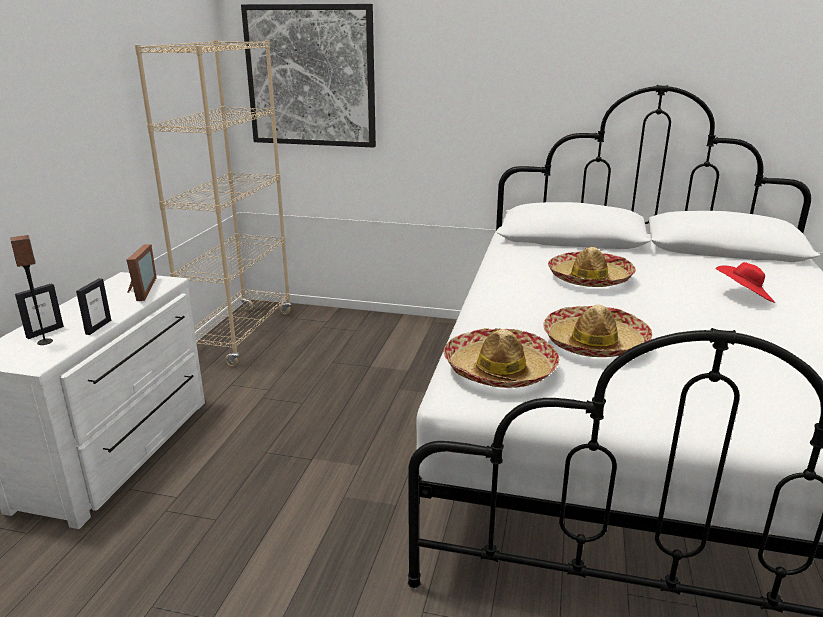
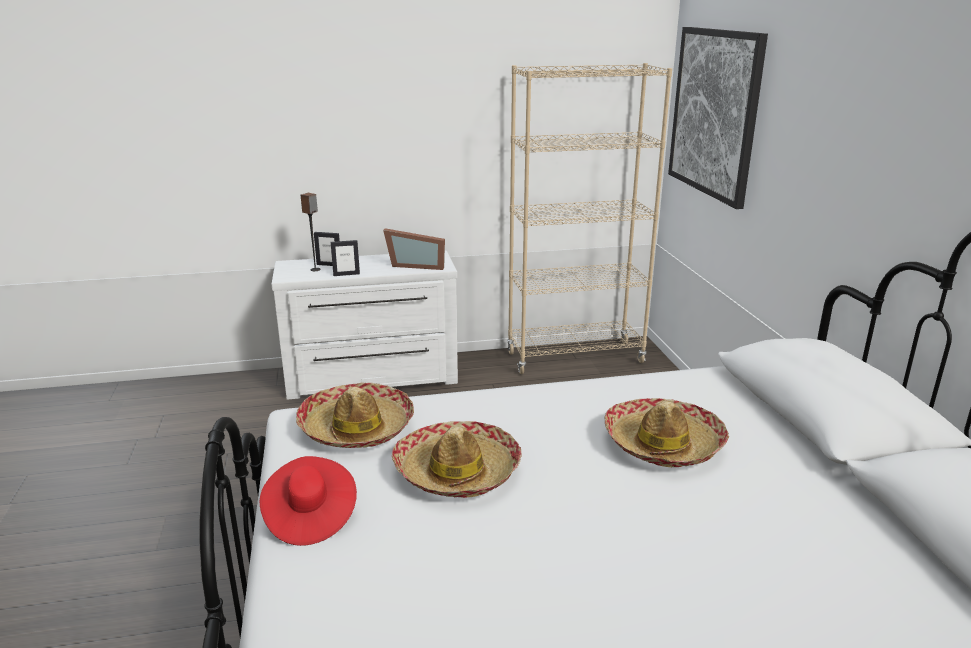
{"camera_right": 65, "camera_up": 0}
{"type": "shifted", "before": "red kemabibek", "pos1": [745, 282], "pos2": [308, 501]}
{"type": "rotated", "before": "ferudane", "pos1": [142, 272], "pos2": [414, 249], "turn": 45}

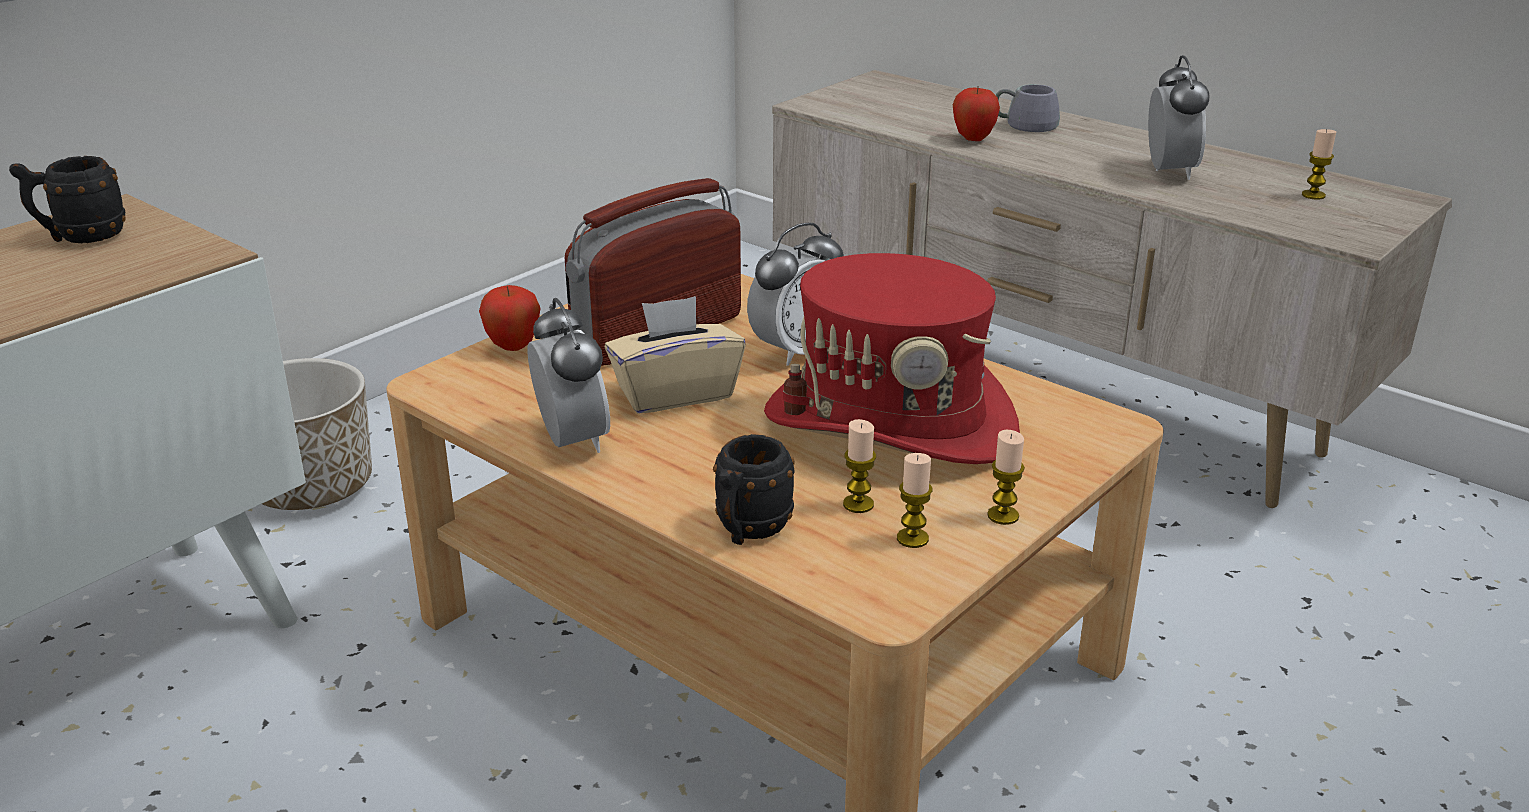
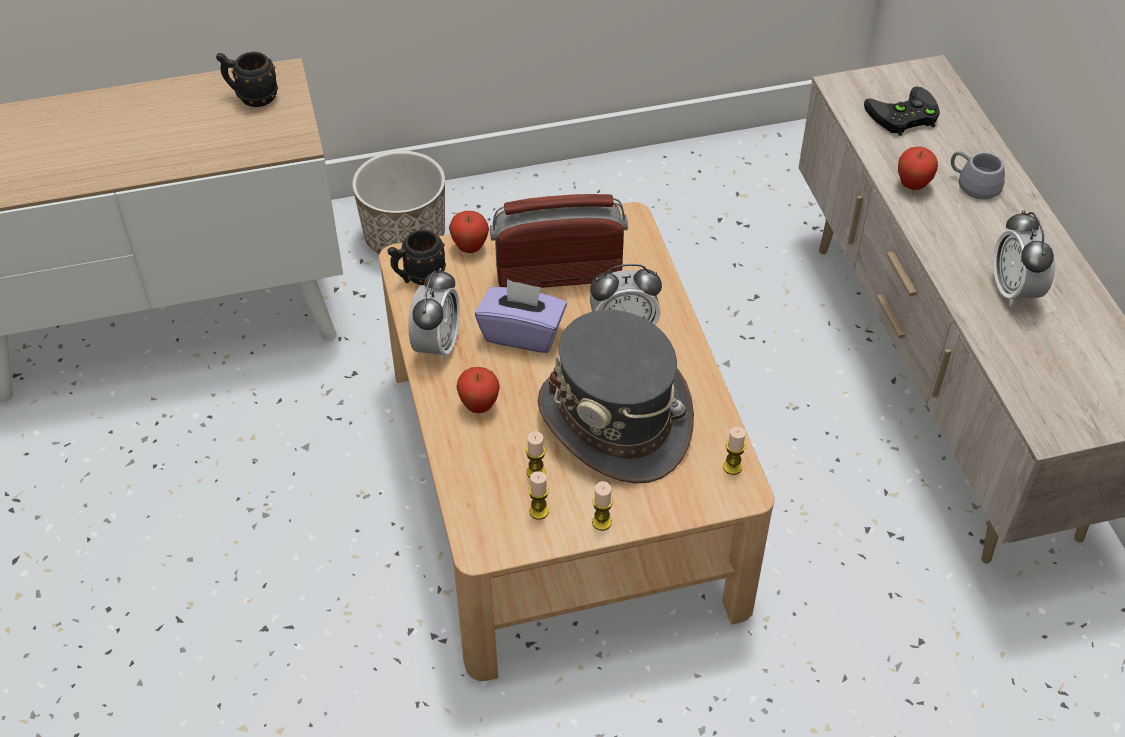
{"camera_right": 35, "camera_up": 20}
{"type": "shifted", "before": "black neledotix", "pos1": [754, 489], "pos2": [417, 257]}
{"type": "new", "after": "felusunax", "pos2": [478, 390]}
{"type": "repainted", "before": "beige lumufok", "after": "purple lumufok", "pos1": [675, 355], "pos2": [521, 316]}
{"type": "repainted", "before": "red kemabibek", "after": "grey kemabibek", "pos1": [892, 358], "pos2": [616, 396]}
{"type": "shifted", "before": "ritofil", "pos1": [1319, 164], "pos2": [734, 451]}
{"type": "new", "after": "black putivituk", "pos2": [902, 111]}
{"type": "rotated", "before": "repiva", "pos1": [1178, 117], "pos2": [1024, 258], "turn": 135}

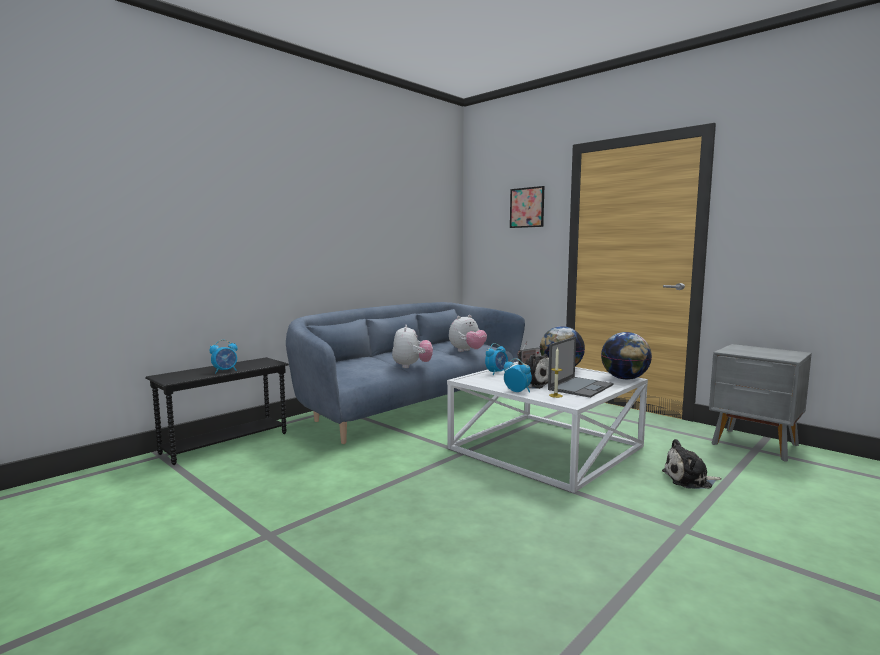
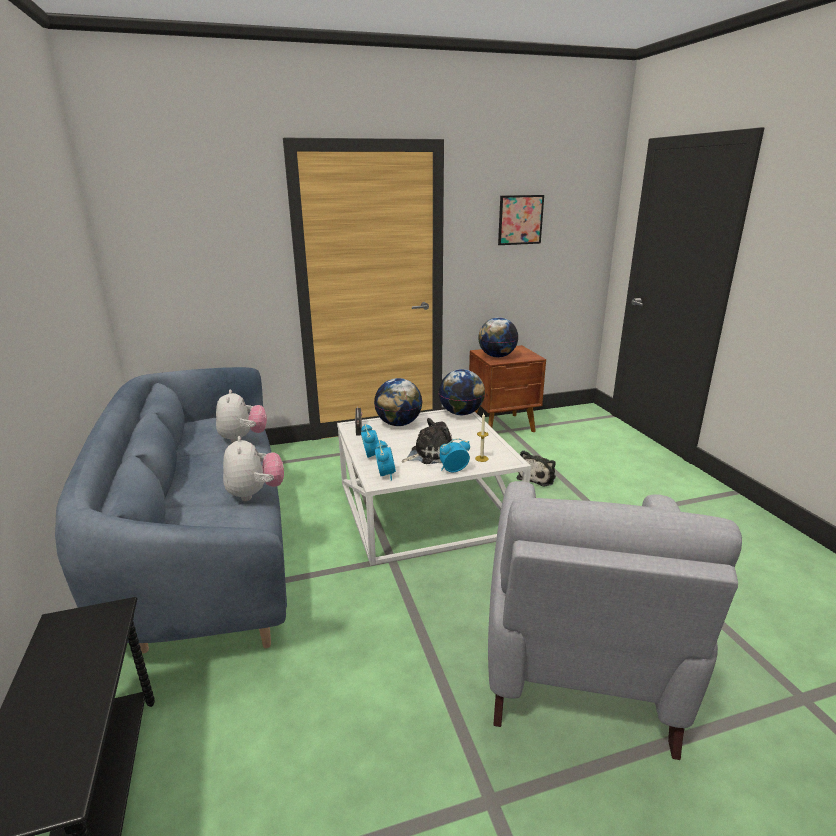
{"camera_right": -60, "camera_up": 15}
{"type": "rotated", "before": "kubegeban", "pos1": [412, 346], "pos2": [253, 468], "turn": 45}
{"type": "shifted", "before": "repiva", "pos1": [223, 356], "pos2": [385, 460]}
{"type": "repainted", "before": "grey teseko", "after": "brown teseko", "pos1": [760, 402], "pos2": [507, 388]}
{"type": "new", "after": "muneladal", "pos2": [498, 337]}
{"type": "new", "after": "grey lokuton", "pos2": [615, 620]}
{"type": "shifted", "before": "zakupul", "pos1": [527, 207], "pos2": [521, 220]}
{"type": "gone", "before": "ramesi", "pos1": [581, 367]}

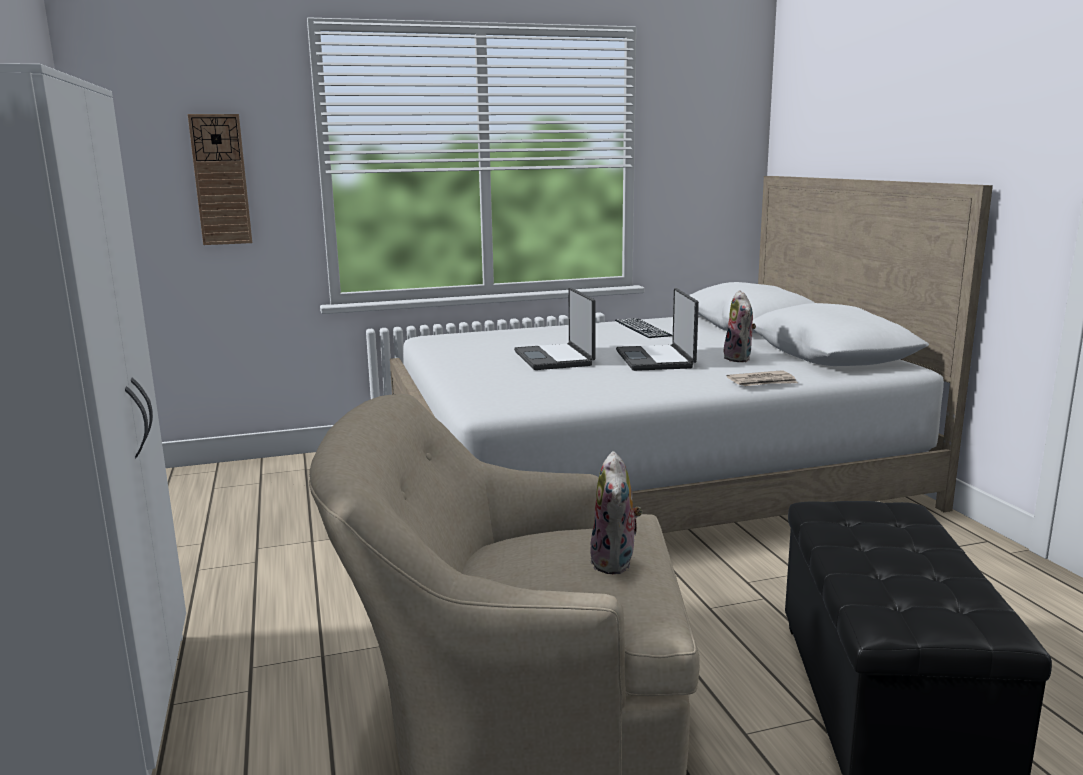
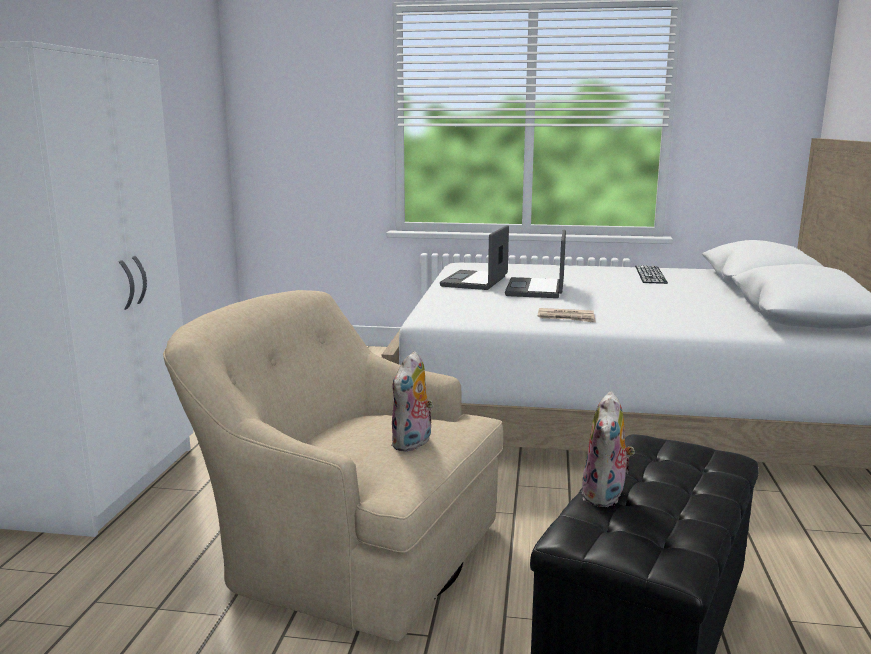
{"camera_right": 25, "camera_up": 0}
{"type": "shifted", "before": "ramesi", "pos1": [657, 329], "pos2": [474, 257]}
{"type": "shifted", "before": "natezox", "pos1": [762, 378], "pos2": [567, 315]}
{"type": "shifted", "before": "kubegeban", "pos1": [740, 326], "pos2": [608, 449]}
{"type": "gone", "before": "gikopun", "pos1": [220, 179]}

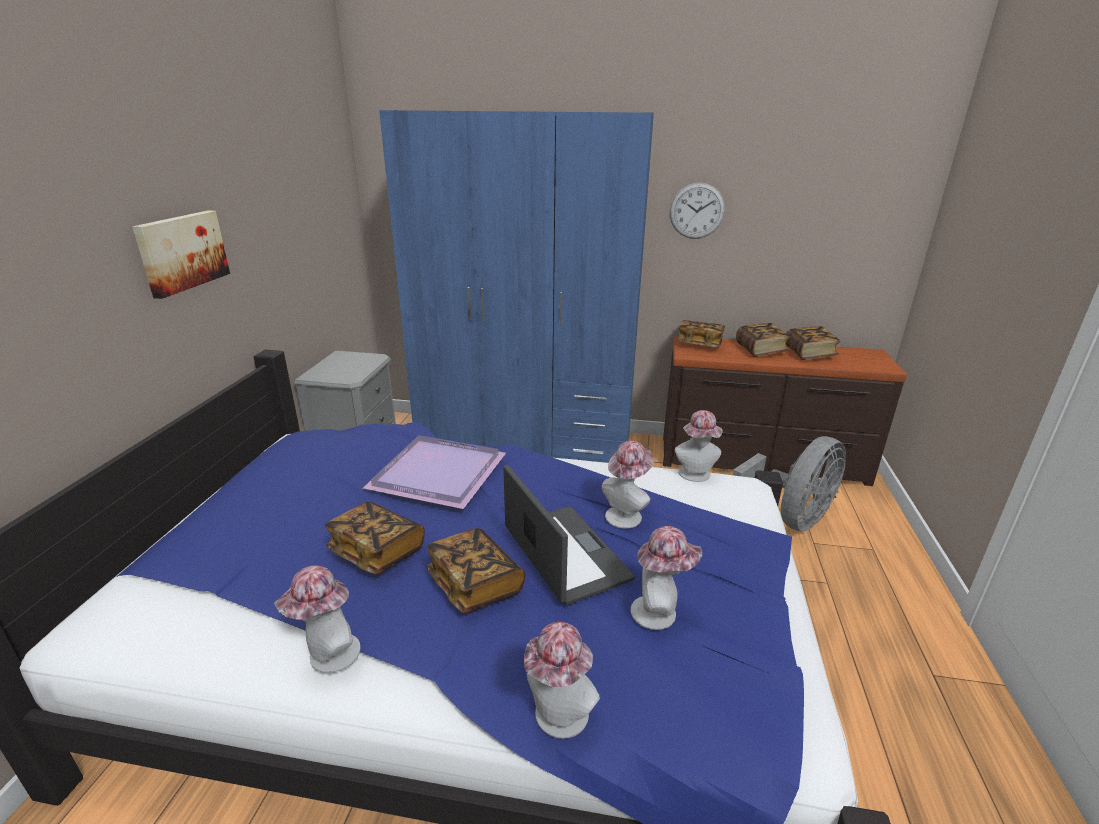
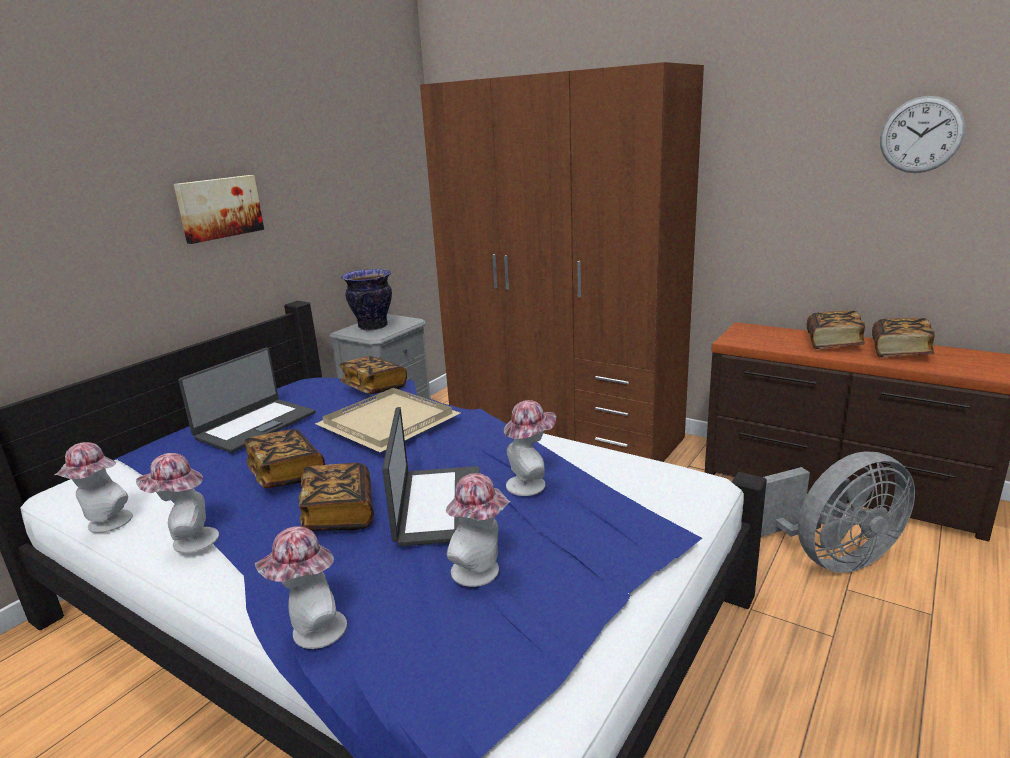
{"camera_right": 25, "camera_up": -5}
{"type": "shifted", "before": "kemabibek", "pos1": [698, 446], "pos2": [94, 487]}
{"type": "new", "after": "ramesi", "pos2": [246, 400]}
{"type": "repainted", "before": "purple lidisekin", "after": "beige lidisekin", "pos1": [434, 472], "pos2": [387, 420]}
{"type": "shifted", "before": "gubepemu", "pos1": [701, 334], "pos2": [373, 375]}
{"type": "new", "after": "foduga", "pos2": [366, 299]}
{"type": "repainted", "before": "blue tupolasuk", "after": "brown tupolasuk", "pos1": [516, 286], "pos2": [562, 262]}
{"type": "shifted", "before": "gikopun", "pos1": [697, 210], "pos2": [922, 134]}

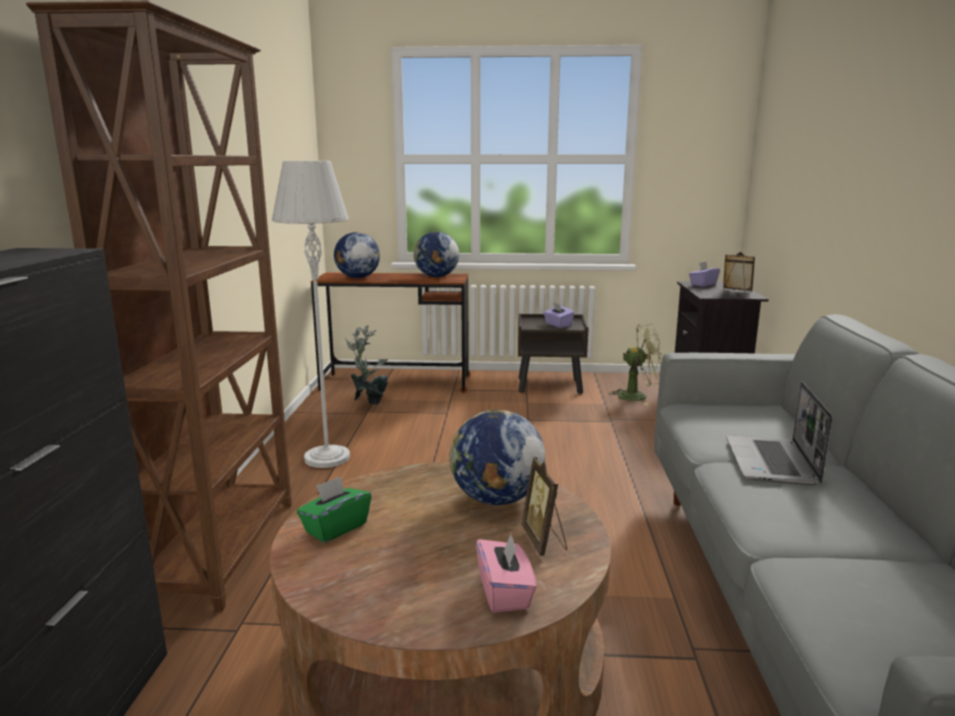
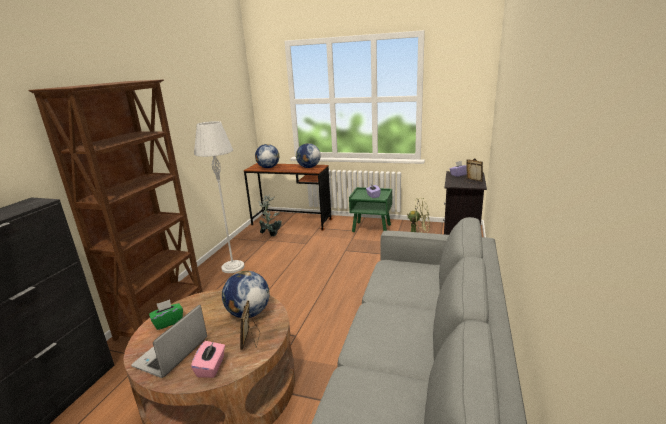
{"camera_right": 15, "camera_up": 5}
{"type": "shifted", "before": "ramesi", "pos1": [779, 433], "pos2": [169, 341]}
{"type": "repainted", "before": "brown teseko", "after": "green teseko", "pos1": [553, 354], "pos2": [370, 209]}

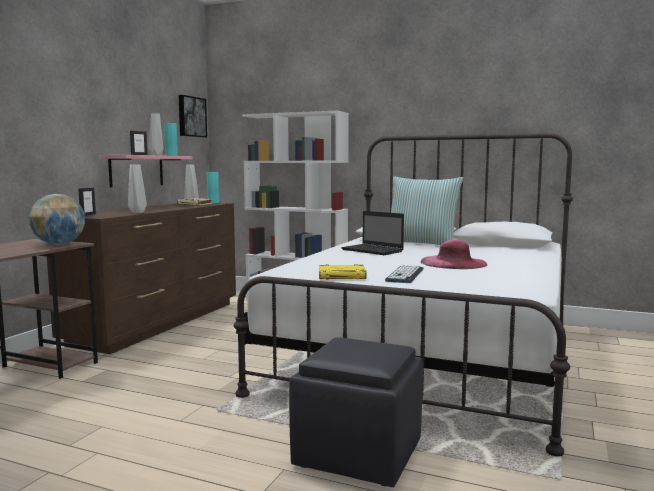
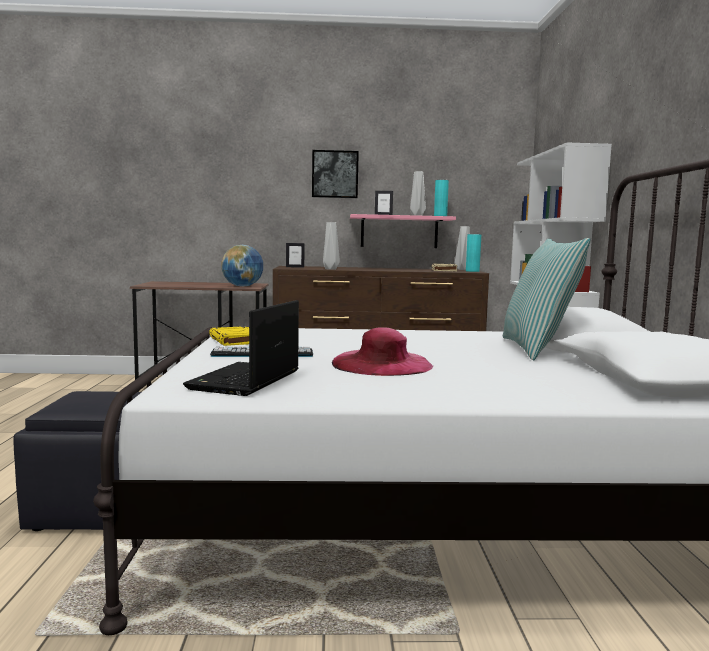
{"camera_right": 65, "camera_up": 0}
{"type": "shifted", "before": "ramesi", "pos1": [372, 233], "pos2": [241, 348]}
{"type": "shifted", "before": "zakupul", "pos1": [193, 116], "pos2": [335, 174]}

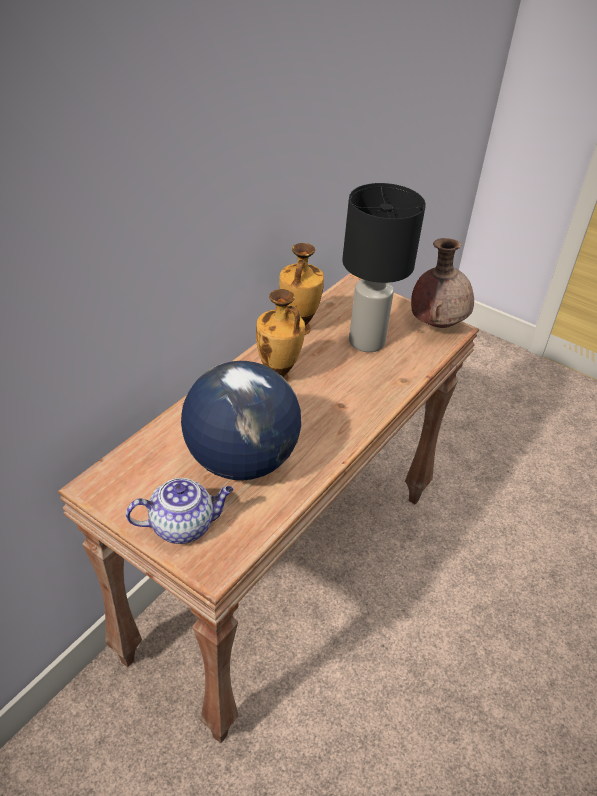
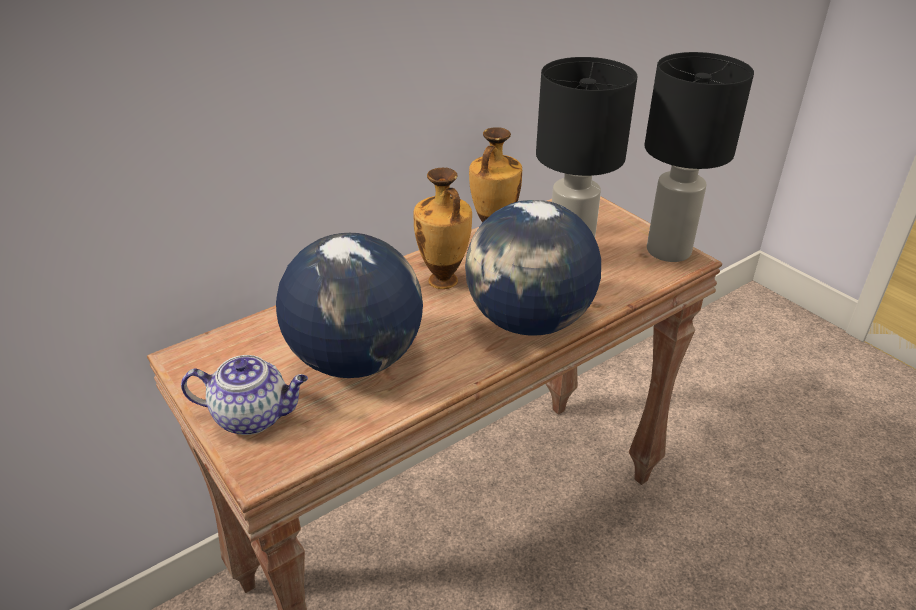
{"camera_right": 20, "camera_up": -5}
{"type": "new", "after": "muneladal", "pos2": [533, 268]}
{"type": "swapped", "before": "brown foduga", "after": "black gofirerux", "pos1": [442, 283], "pos2": [699, 157]}

